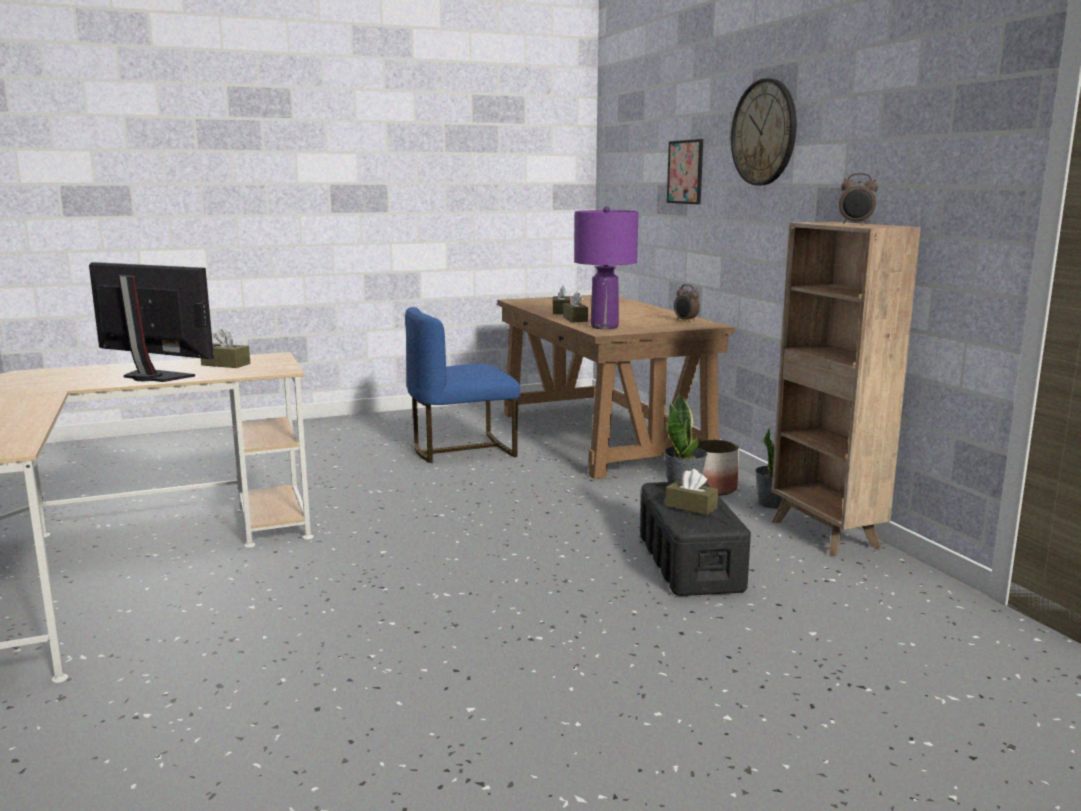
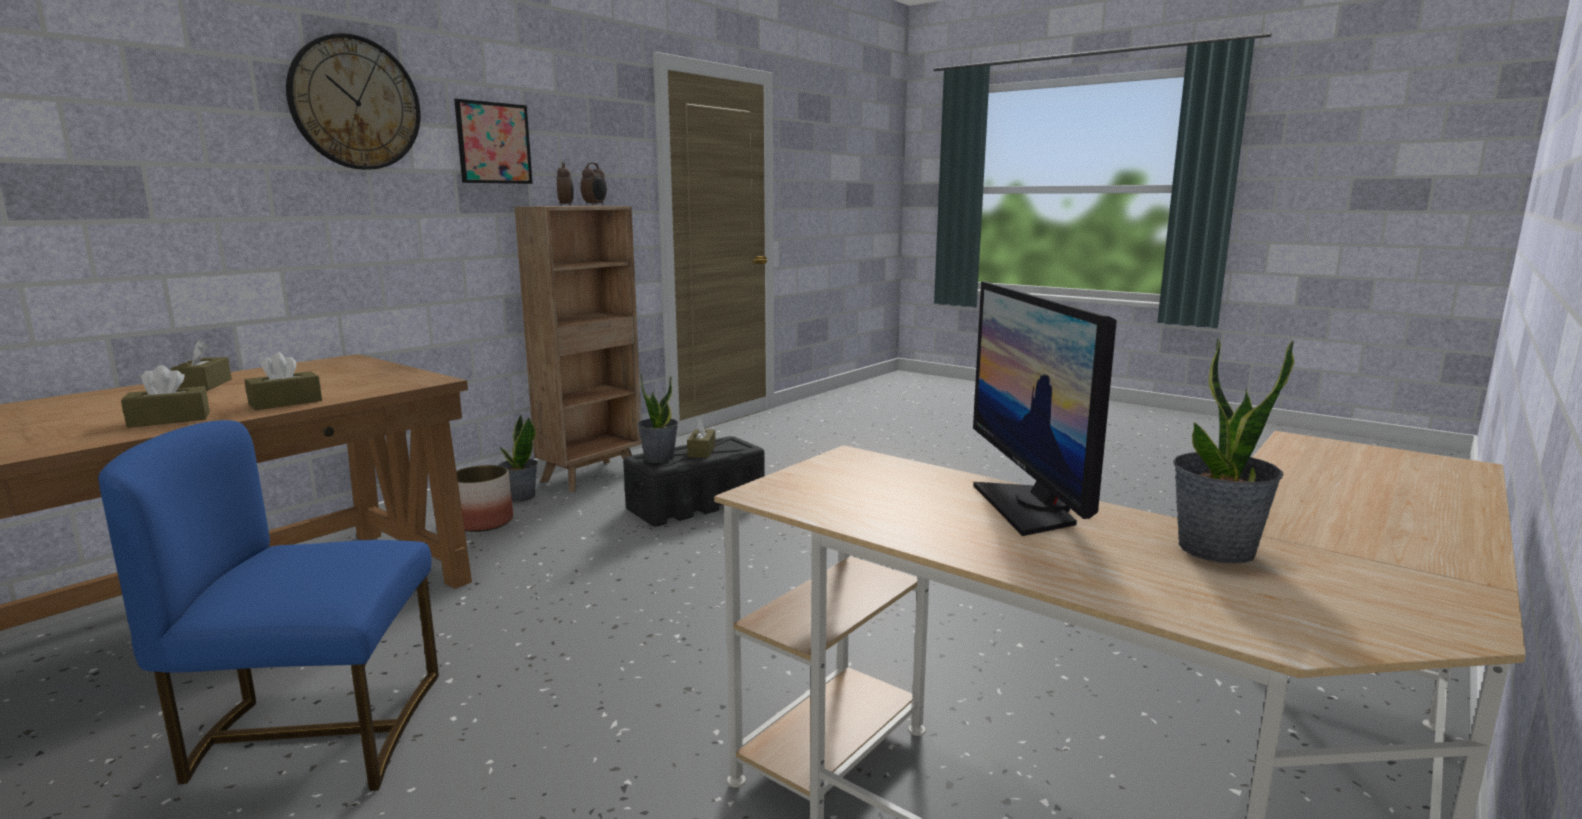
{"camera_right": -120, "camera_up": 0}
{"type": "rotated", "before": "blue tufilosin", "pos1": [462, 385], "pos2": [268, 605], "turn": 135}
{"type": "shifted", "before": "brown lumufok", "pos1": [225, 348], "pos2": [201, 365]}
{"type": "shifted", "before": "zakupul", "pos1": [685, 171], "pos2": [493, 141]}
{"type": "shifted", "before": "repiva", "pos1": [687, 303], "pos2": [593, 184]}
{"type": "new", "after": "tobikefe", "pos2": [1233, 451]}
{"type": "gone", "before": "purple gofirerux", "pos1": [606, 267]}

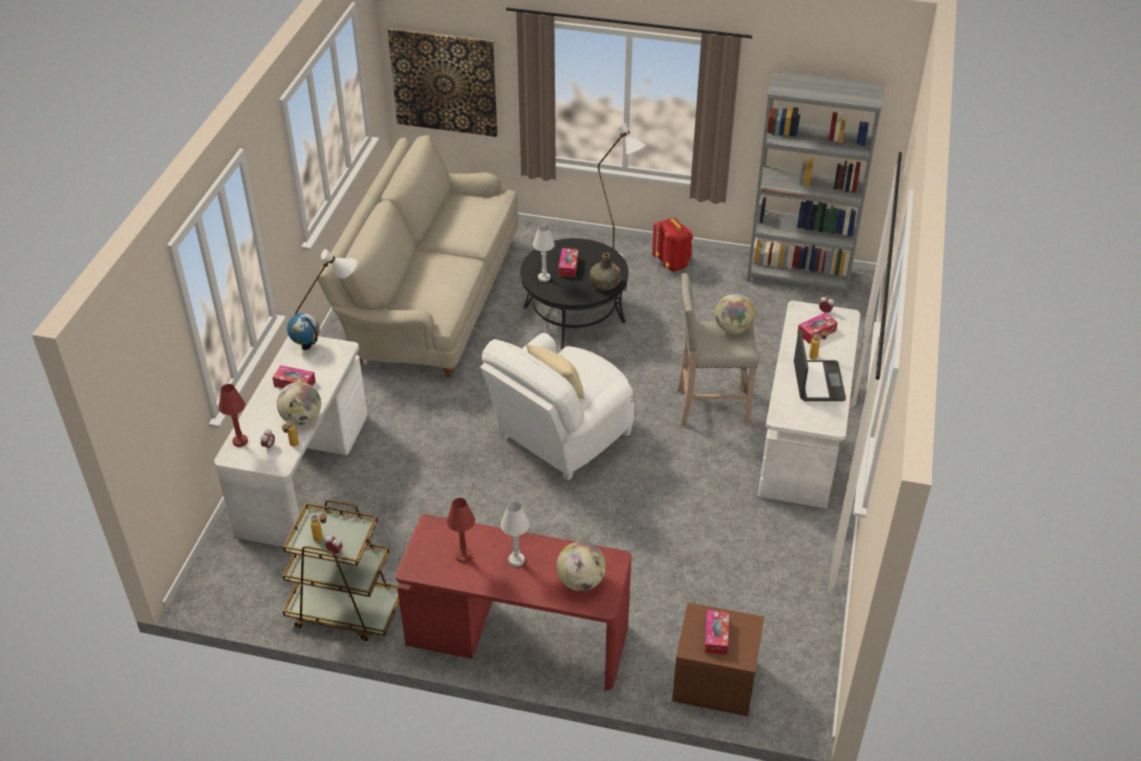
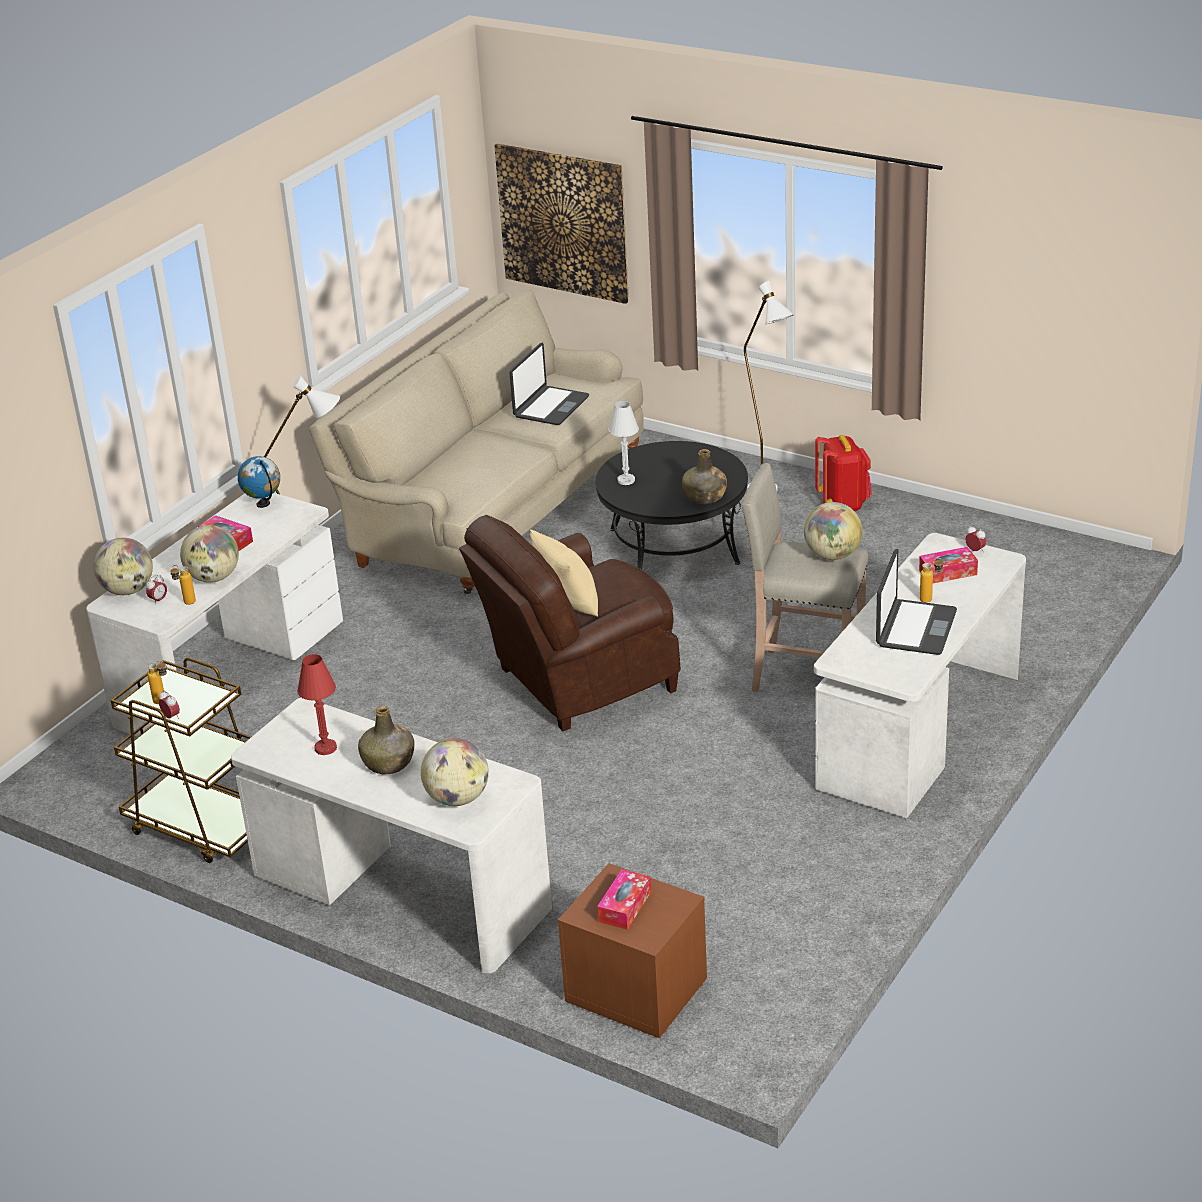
{"camera_right": 20, "camera_up": -10}
{"type": "swapped", "before": "red gofirerux", "after": "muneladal", "pos1": [233, 415], "pos2": [123, 566]}
{"type": "repainted", "before": "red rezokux", "after": "white rezokux", "pos1": [514, 602], "pos2": [391, 835]}
{"type": "swapped", "before": "white gofirerux", "after": "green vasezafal", "pos1": [515, 534], "pos2": [386, 740]}
{"type": "repainted", "before": "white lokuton", "after": "brown lokuton", "pos1": [557, 407], "pos2": [570, 623]}
{"type": "new", "after": "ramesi", "pos2": [549, 384]}
{"type": "gone", "before": "lumufok", "pos1": [568, 262]}
{"type": "gone", "before": "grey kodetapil", "pos1": [816, 183]}

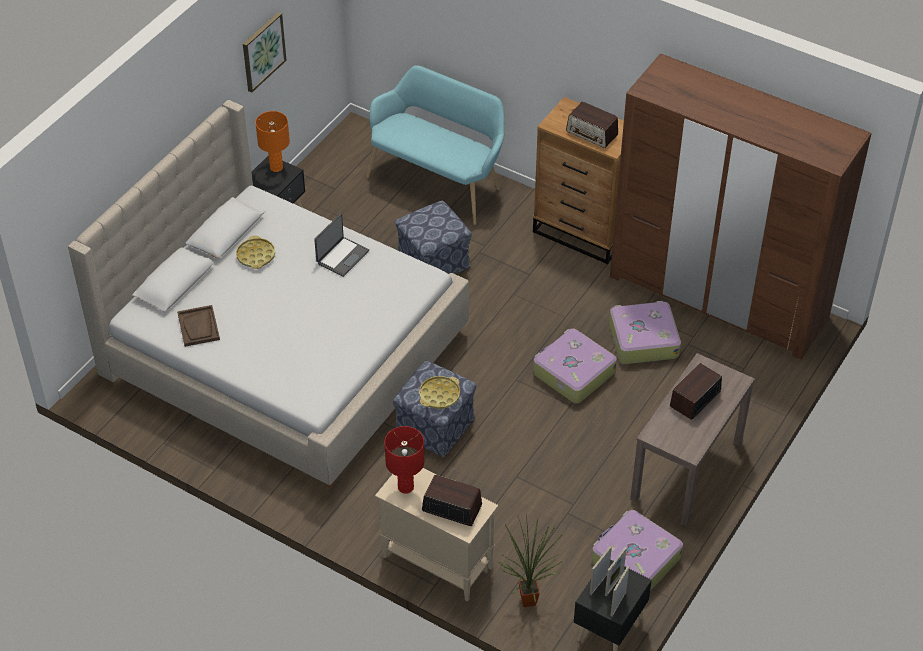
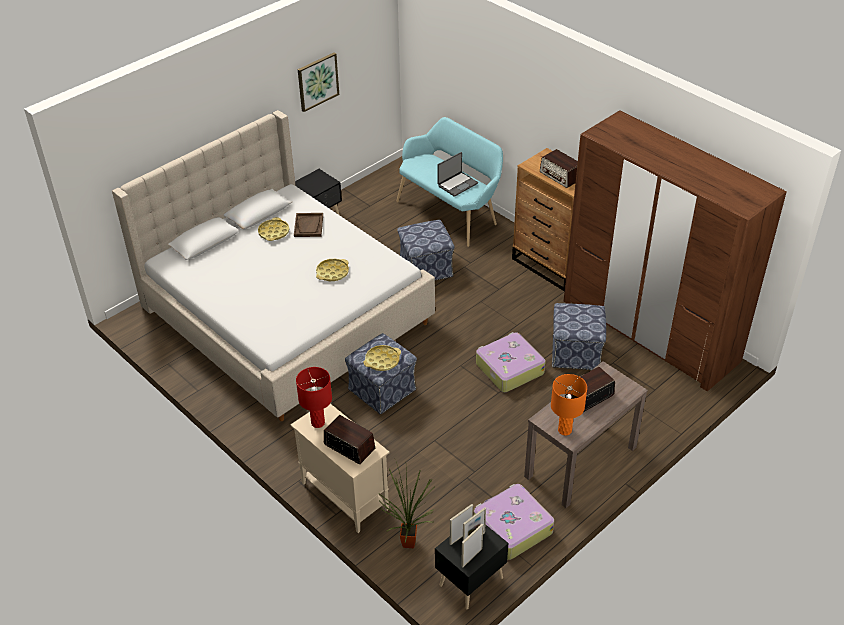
{"camera_right": 15, "camera_up": -5}
{"type": "shifted", "before": "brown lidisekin", "pos1": [198, 326], "pos2": [308, 225]}
{"type": "new", "after": "yellow lidisekin", "pos2": [332, 270]}
{"type": "shifted", "before": "ramesi", "pos1": [341, 245], "pos2": [457, 174]}
{"type": "shifted", "before": "orange gofirerux", "pos1": [272, 141], "pos2": [569, 405]}
{"type": "swapped", "before": "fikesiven", "after": "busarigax", "pos1": [645, 332], "pos2": [579, 336]}

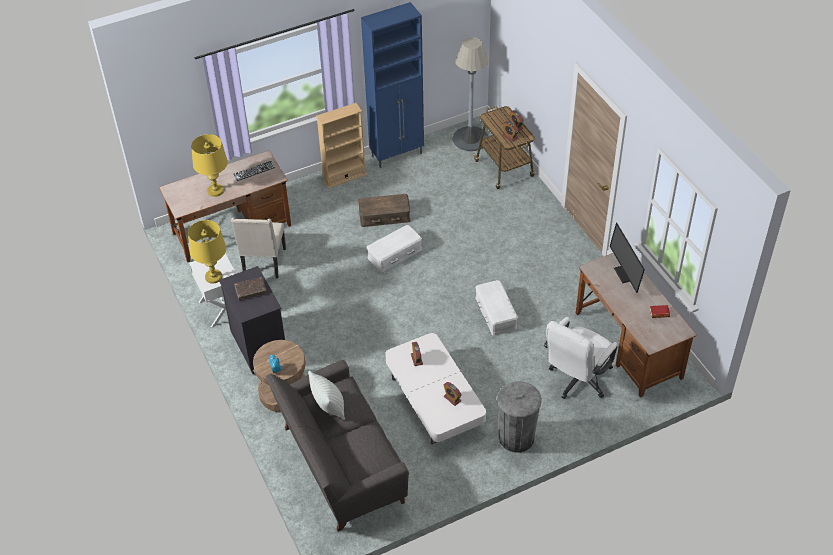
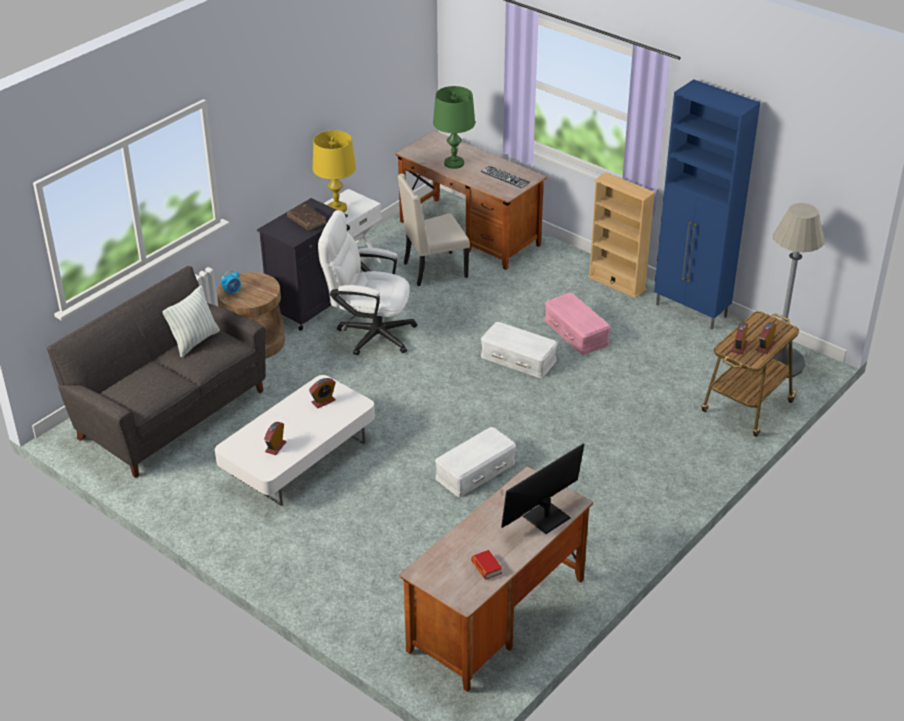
{"camera_right": 65, "camera_up": -10}
{"type": "shifted", "before": "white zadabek", "pos1": [580, 358], "pos2": [368, 282]}
{"type": "repainted", "before": "yellow gofirerux", "after": "green gofirerux", "pos1": [209, 165], "pos2": [454, 127]}
{"type": "repainted", "before": "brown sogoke", "after": "pink sogoke", "pos1": [384, 210], "pos2": [577, 324]}
{"type": "gone", "before": "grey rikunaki", "pos1": [519, 417]}

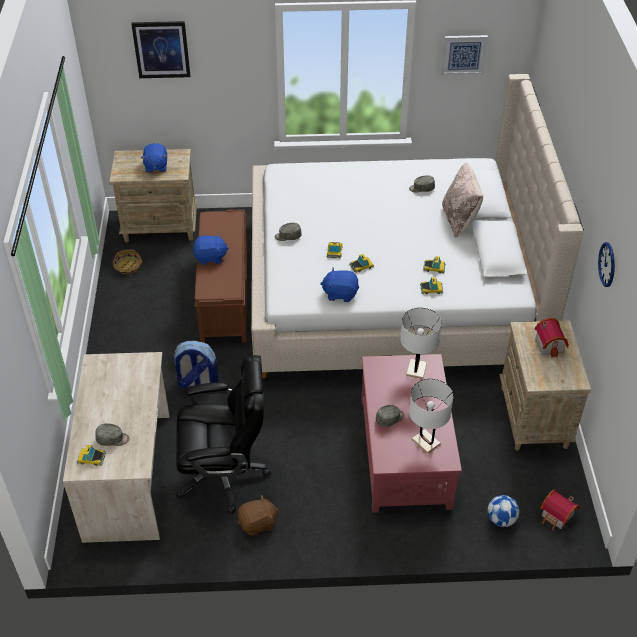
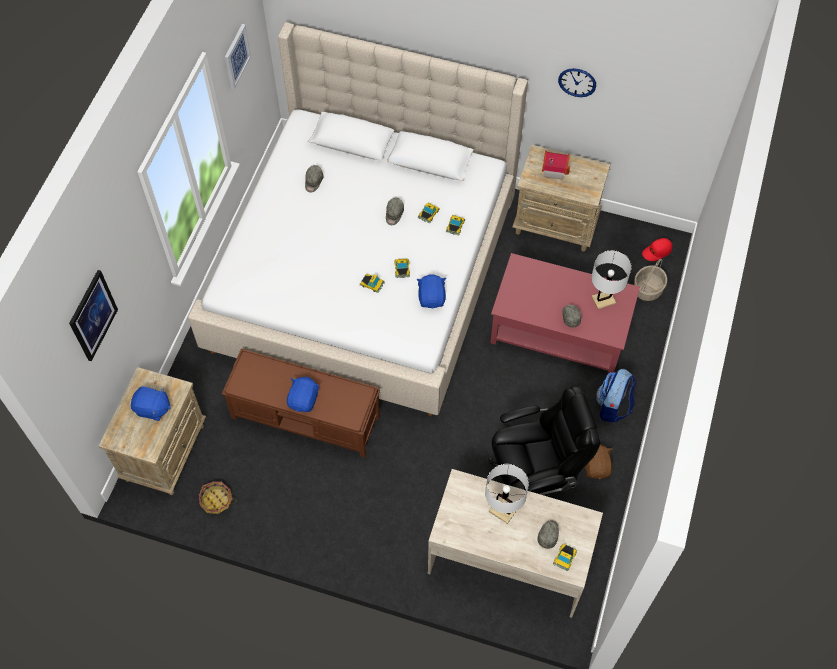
{"camera_right": -70, "camera_up": 15}
{"type": "shifted", "before": "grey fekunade", "pos1": [288, 232], "pos2": [395, 211]}
{"type": "rotated", "before": "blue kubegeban", "pos1": [339, 285], "pos2": [431, 291], "turn": 150}
{"type": "shifted", "before": "white gofirerux", "pos1": [421, 343], "pos2": [507, 494]}
{"type": "rotated", "before": "black zadabek", "pos1": [223, 434], "pos2": [544, 441], "turn": 60}
{"type": "shifted", "before": "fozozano", "pos1": [195, 364], "pos2": [616, 395]}
{"type": "swapped", "before": "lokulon", "after": "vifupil", "pos1": [503, 511], "pos2": [650, 280]}
{"type": "swapped", "before": "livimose", "after": "red fekunade", "pos1": [559, 510], "pos2": [657, 249]}
{"type": "gone", "before": "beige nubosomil", "pos1": [462, 200]}

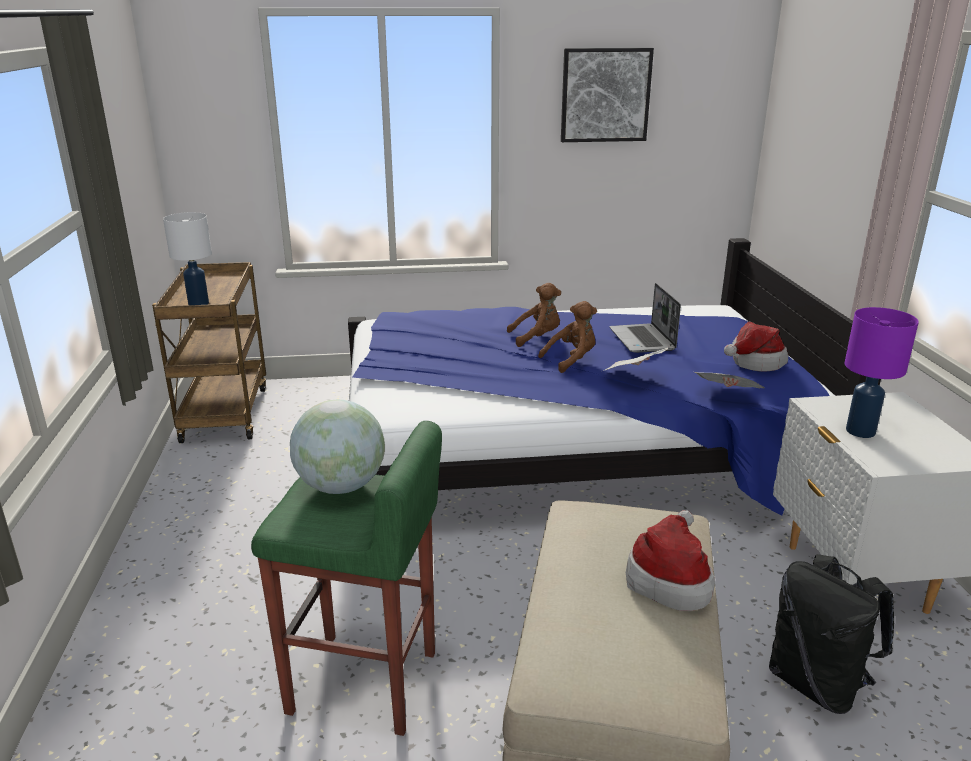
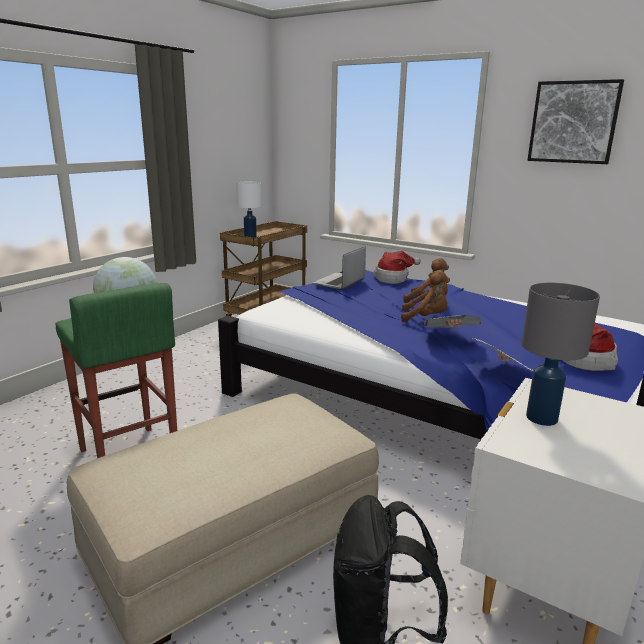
{"camera_right": 40, "camera_up": -5}
{"type": "shifted", "before": "ramesi", "pos1": [645, 318], "pos2": [339, 268]}
{"type": "shifted", "before": "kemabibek", "pos1": [670, 560], "pos2": [397, 267]}
{"type": "repainted", "before": "purple gofirerux", "after": "grey gofirerux", "pos1": [882, 372], "pos2": [560, 354]}

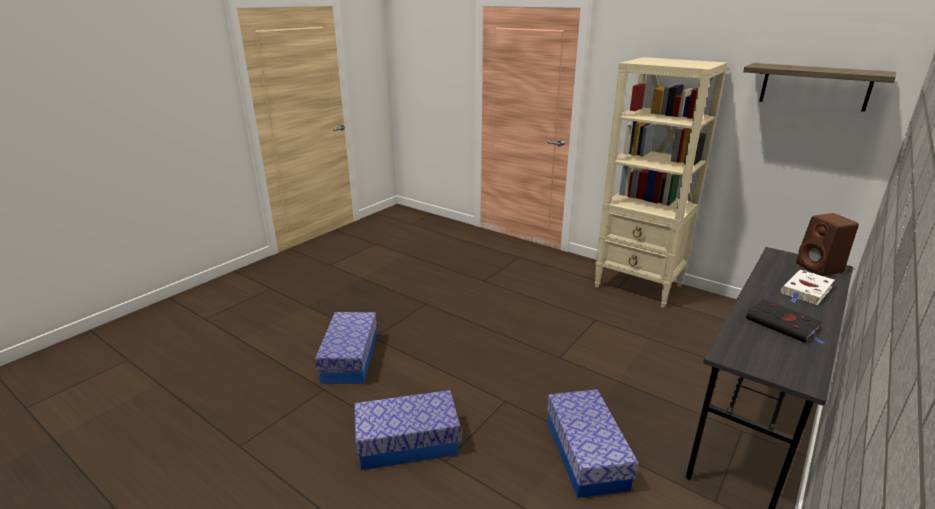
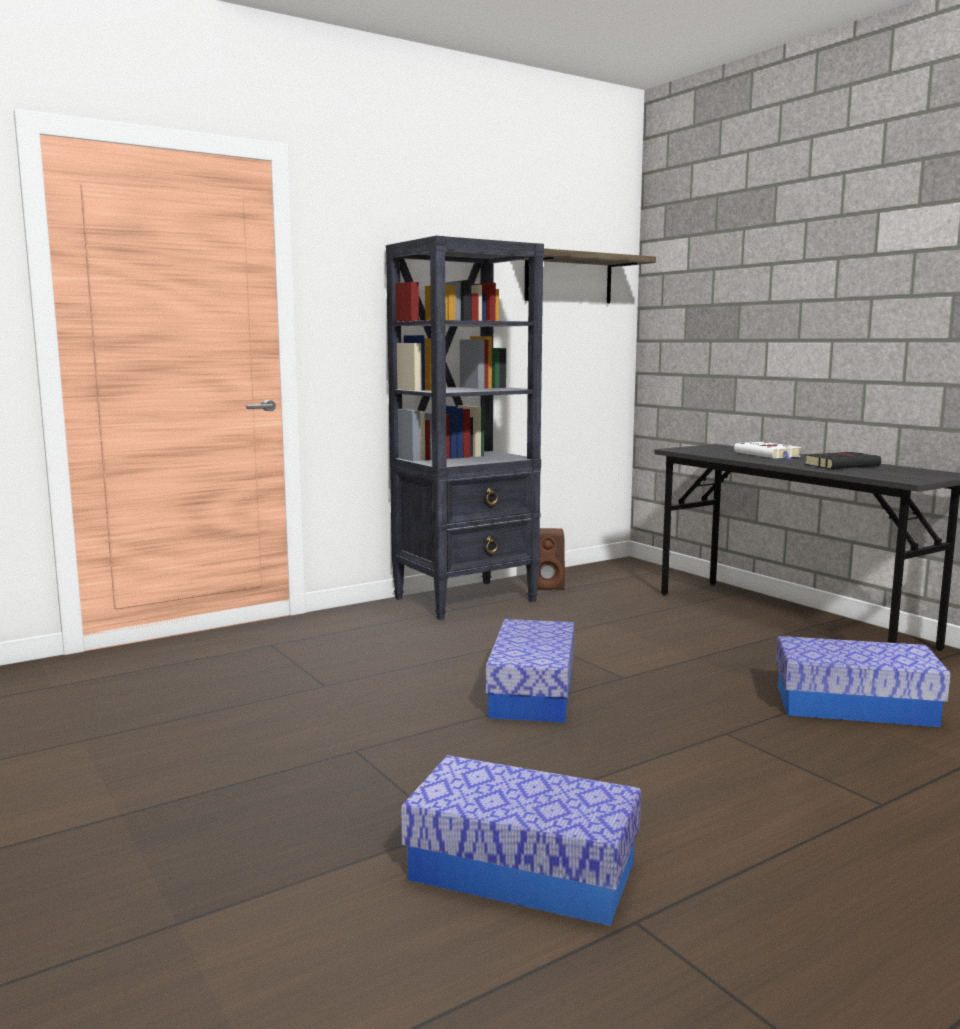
{"camera_right": -70, "camera_up": -15}
{"type": "repainted", "before": "beige kodetapil", "after": "black kodetapil", "pos1": [661, 182], "pos2": [465, 428]}
{"type": "shifted", "before": "sogoke", "pos1": [407, 430], "pos2": [530, 671]}
{"type": "shifted", "before": "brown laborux", "pos1": [827, 244], "pos2": [551, 559]}

